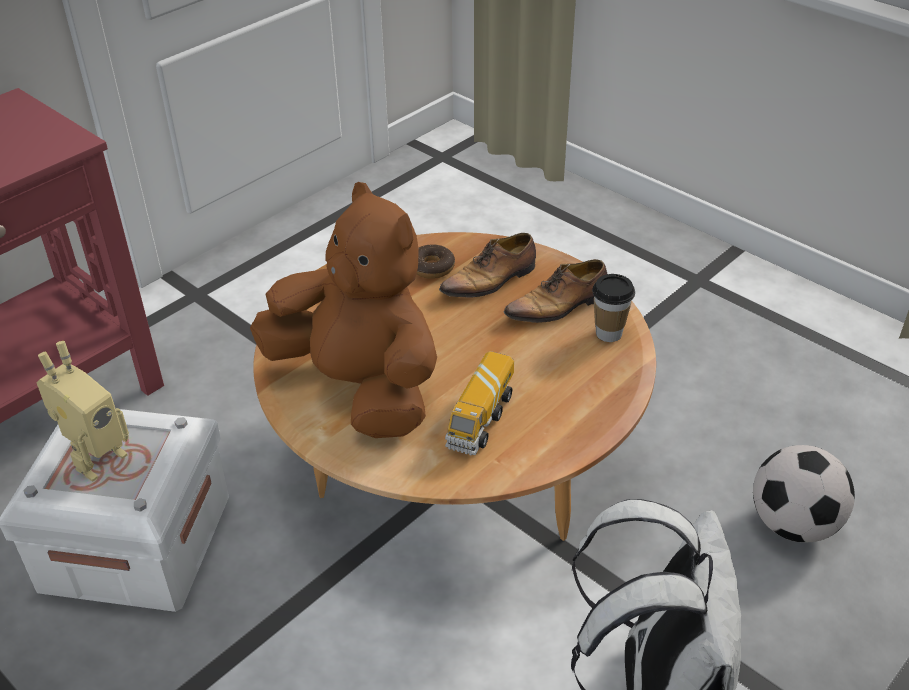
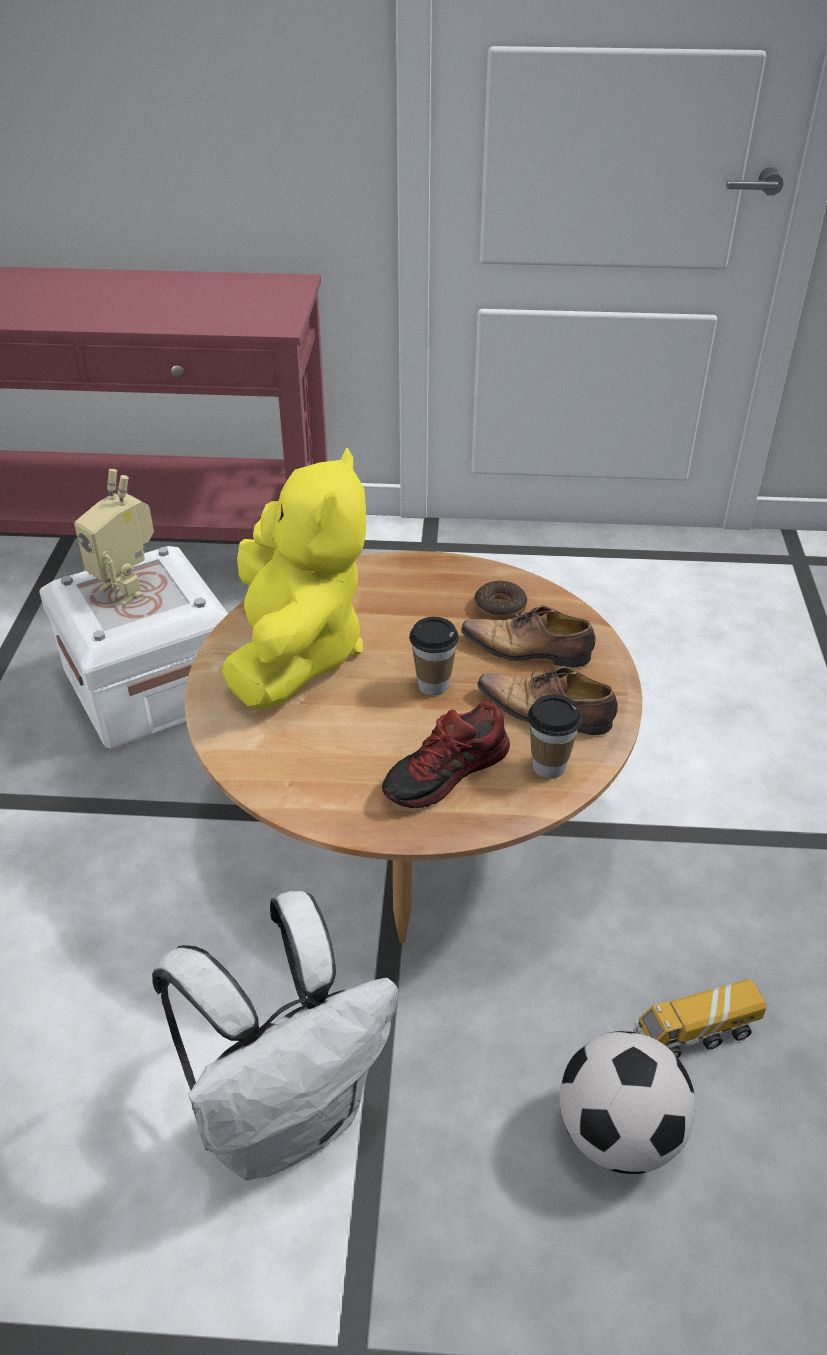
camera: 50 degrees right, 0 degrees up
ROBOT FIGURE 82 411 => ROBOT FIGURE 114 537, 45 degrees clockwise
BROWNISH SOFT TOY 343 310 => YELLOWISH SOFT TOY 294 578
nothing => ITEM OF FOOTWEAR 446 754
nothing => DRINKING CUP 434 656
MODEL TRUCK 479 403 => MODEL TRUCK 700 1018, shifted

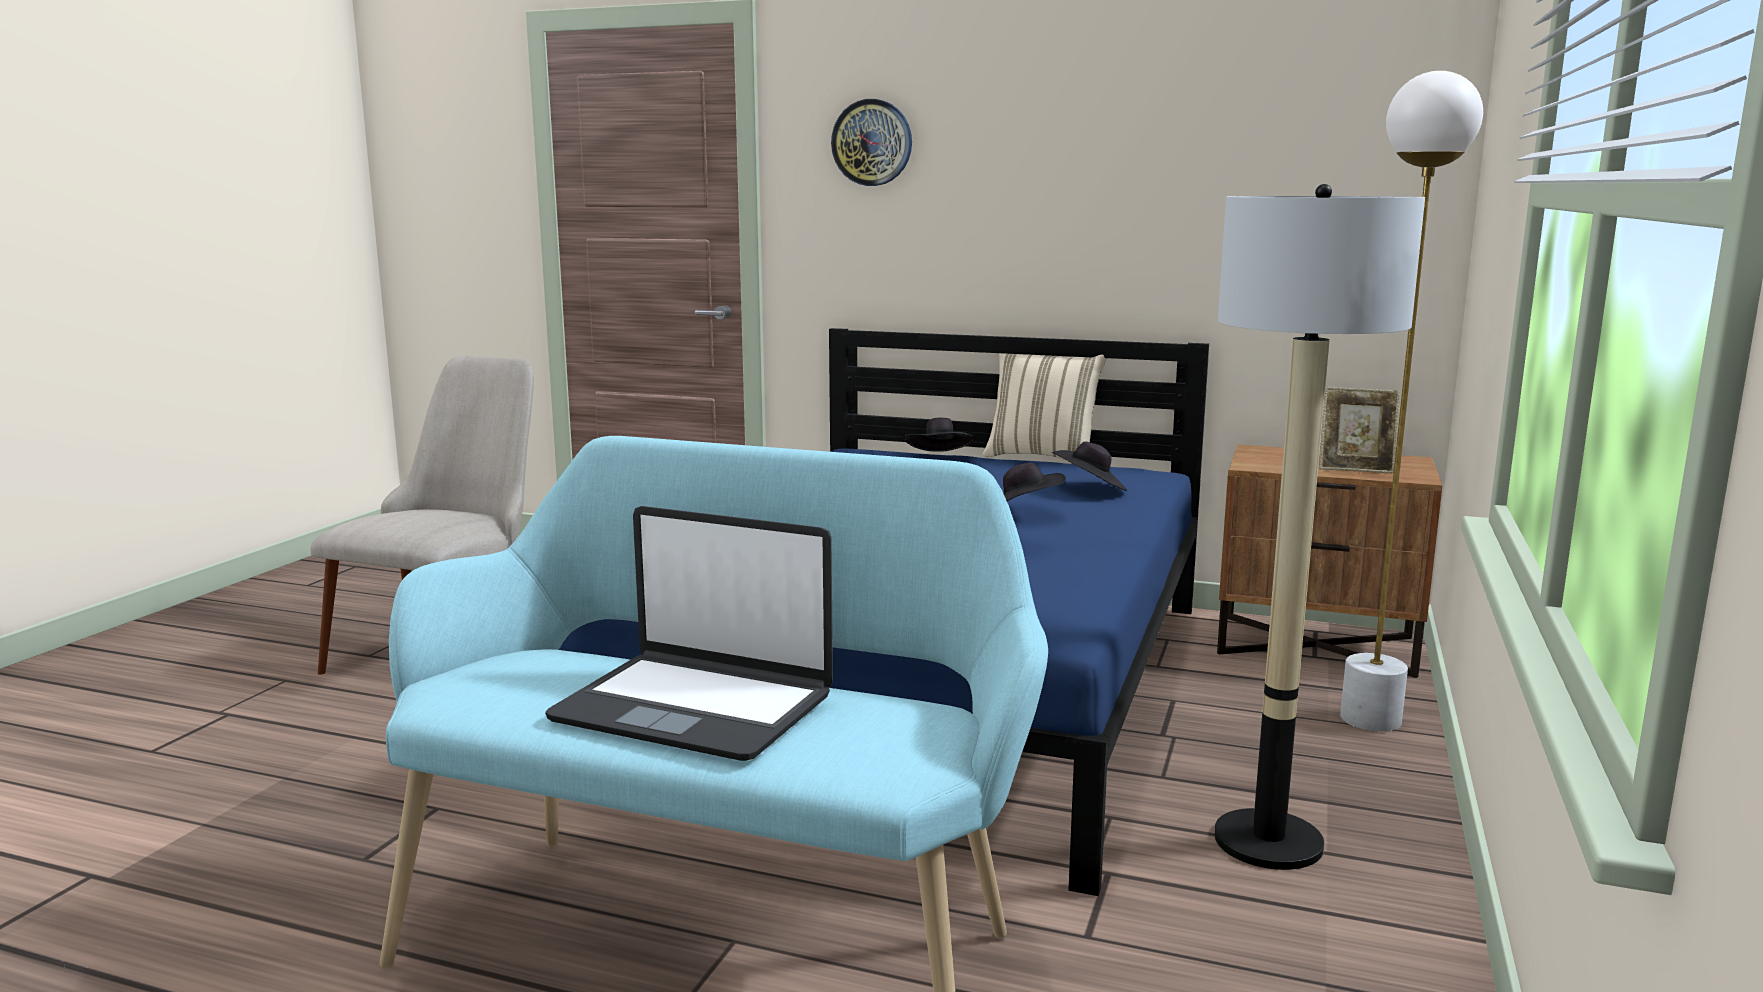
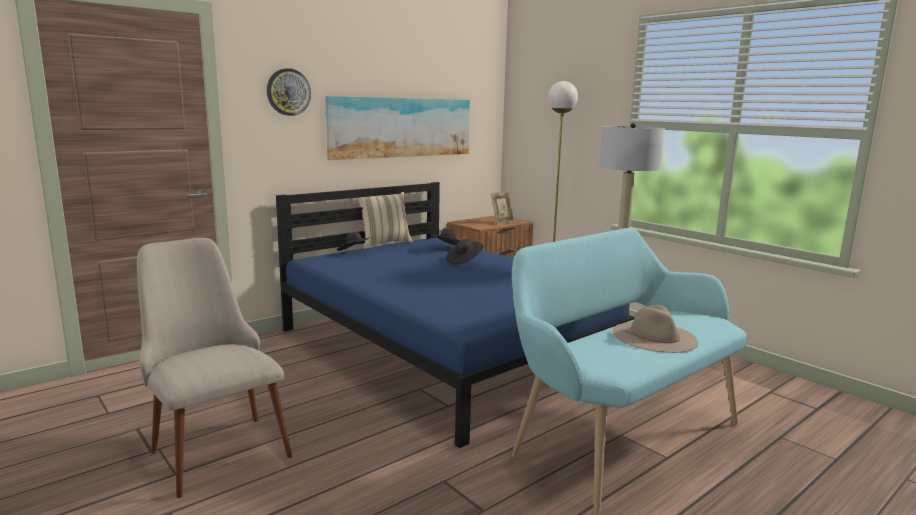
camera: 60 degrees left, 0 degrees up
nothing => WALL PICTURE 397 128
PORTABLE COMPUTER 689 633 => BEIGE-COLOURED WEARABLE HAT 655 329

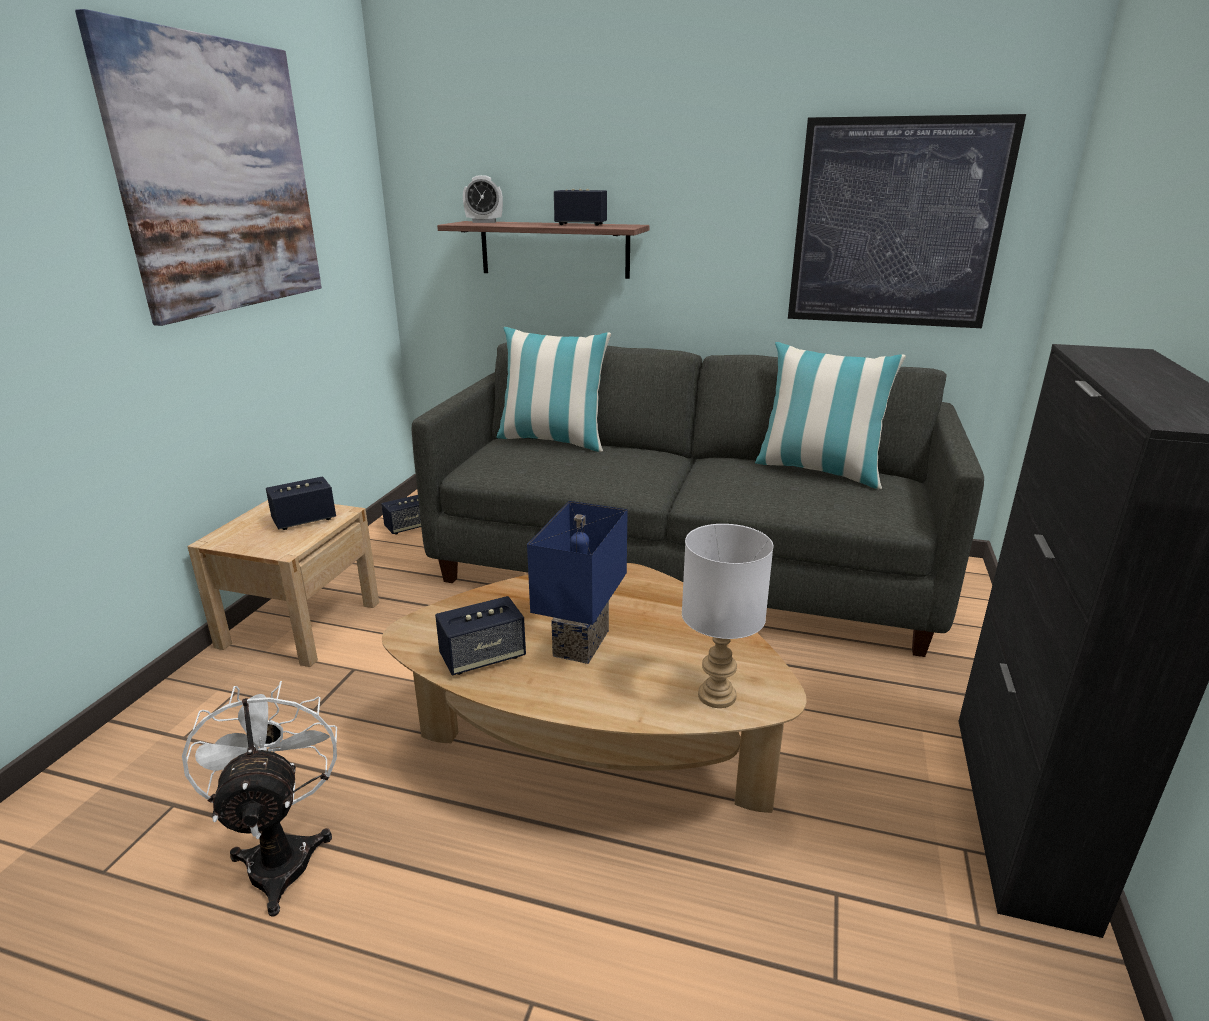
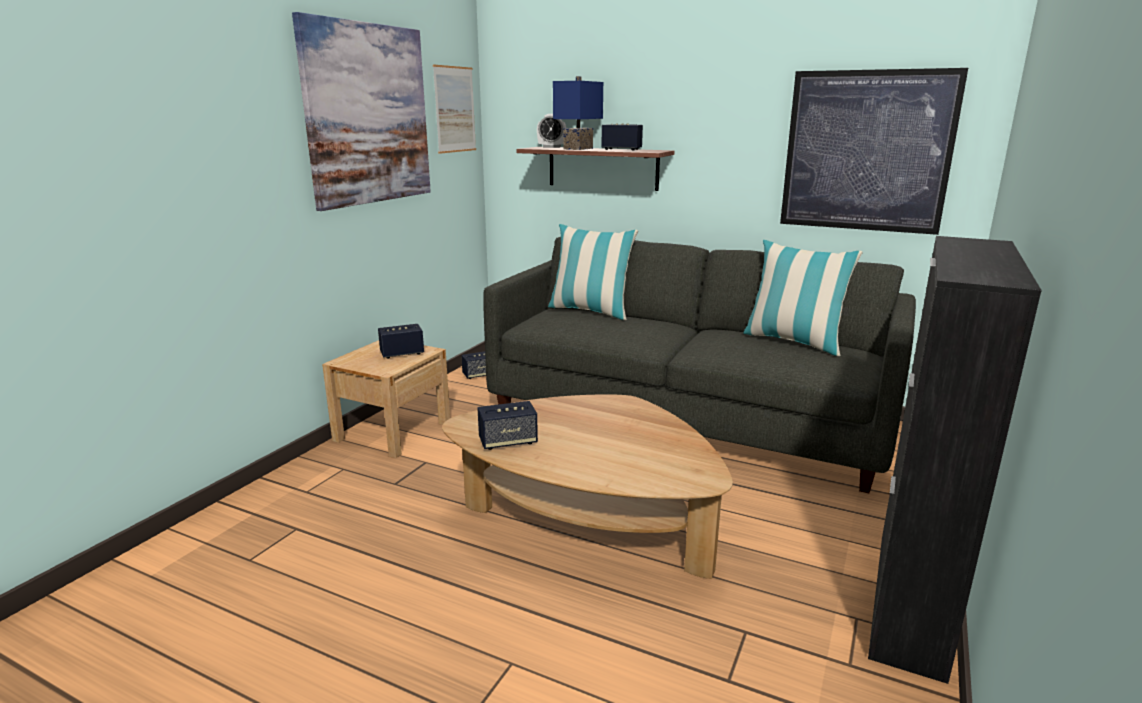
camera: 10 degrees right, 5 degrees down
nothing => WALL PICTURE 454 109
BLUE TABLETOP LAMP 577 582 => BLUE TABLETOP LAMP 578 113, shifted
WHITE COOLING FAN 259 799 => nothing
WHITE TABLETOP LAMP 727 616 => nothing

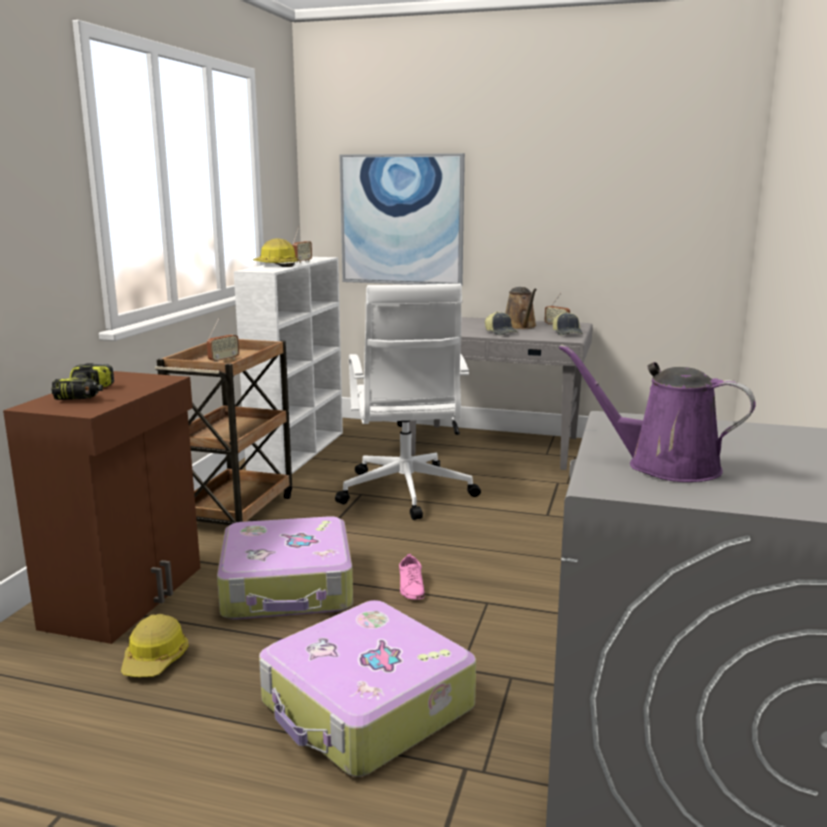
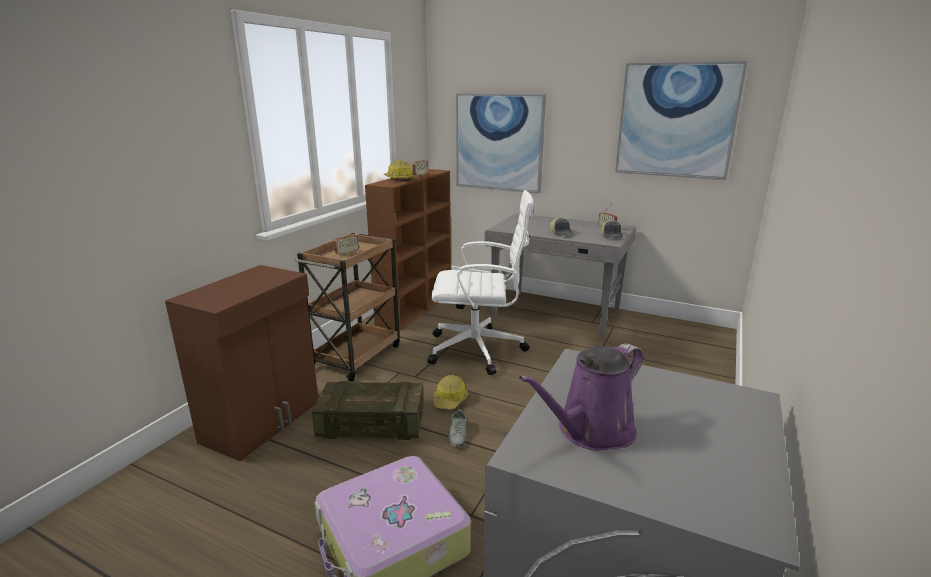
camera: 10 degrees right, 5 degrees up
TRAVEL CASE 285 568 => PACKING CRATE 368 410
WHITE SHELVING UNIT 288 366 => BROWNISH SHELVING UNIT 408 250
WHITE OFFICE CHAIR 408 401 => WHITE OFFICE CHAIR 480 282, 90 degrees counterclockwise
SAFETY HELMET 155 645 => SAFETY HELMET 451 392, shifted
PINKISH ITEM OF FOOTWEAR 412 577 => GREY ITEM OF FOOTWEAR 457 428
PURPLE WATERING POT 657 413 => PURPLE WATERING POT 581 397, 75 degrees counterclockwise
nothing => WALL PICTURE 681 120
ELECTRIC DRILL 82 381 => nothing
BROWNISH WATERING POT 521 308 => nothing

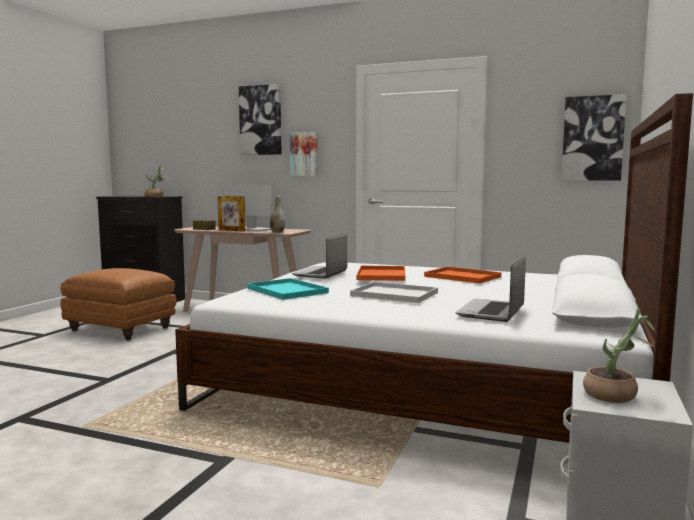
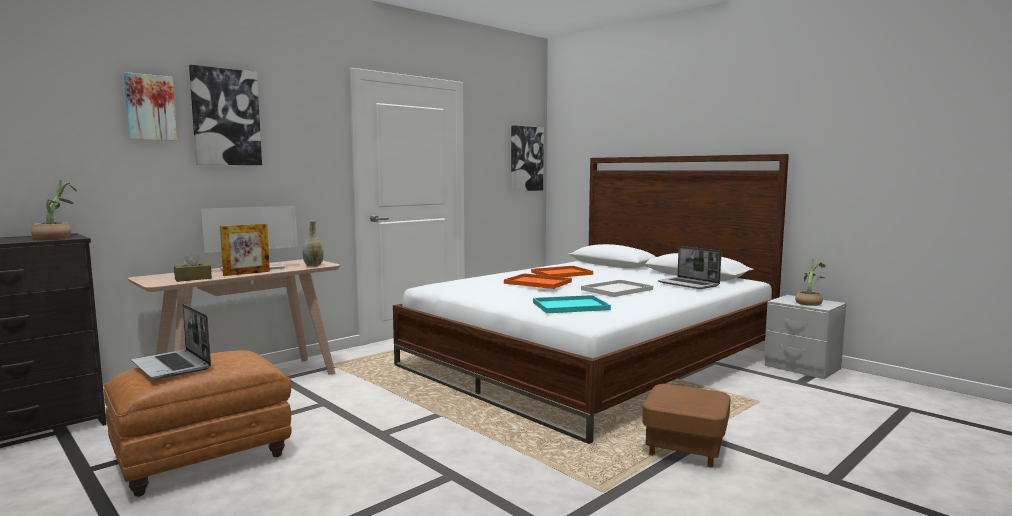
camera: 65 degrees left, 0 degrees up
WALL PICTURE 304 154 => WALL PICTURE 150 106, shifted
PORTABLE COMPUTER 319 256 => PORTABLE COMPUTER 171 341, shifted
nothing => BROWNISH OTTOMAN 686 426

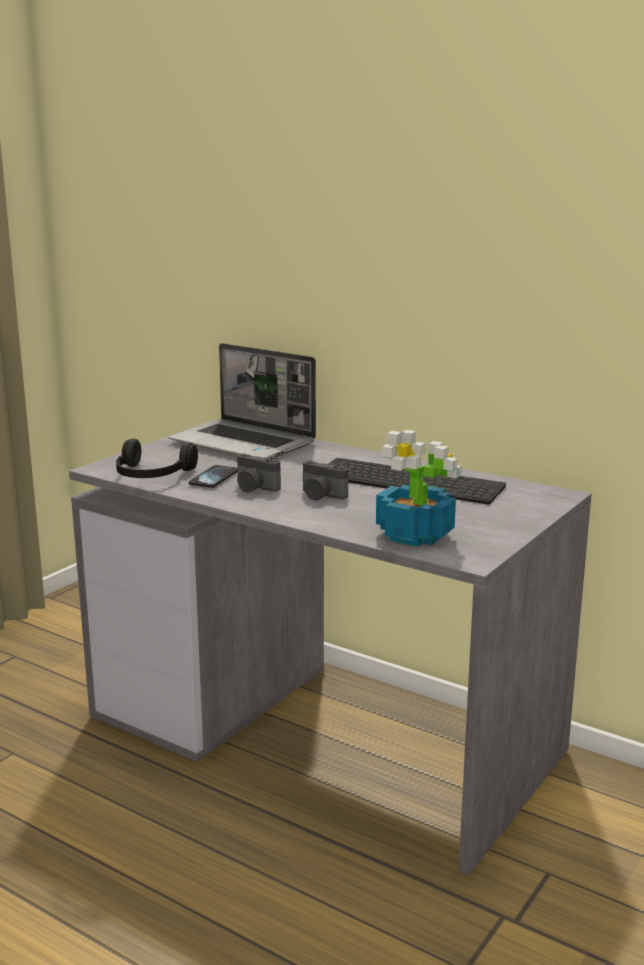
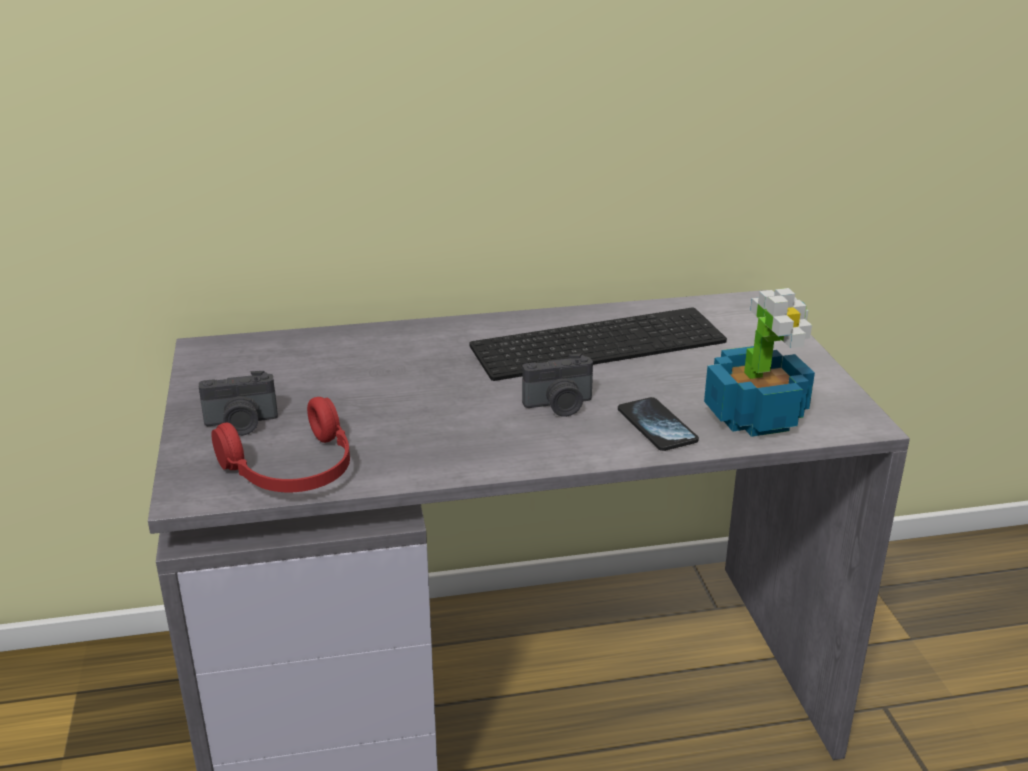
camera: 45 degrees left, 10 degrees up
PHOTO CAMERA 259 473 => PHOTO CAMERA 238 403, shifted
BLACKISH PAIR OF HEADPHONES 157 458 => RED-COLOURED PAIR OF HEADPHONES 280 444
HANDSET 213 476 => HANDSET 658 424, shifted
PORTABLE COMPUTER 242 401 => nothing

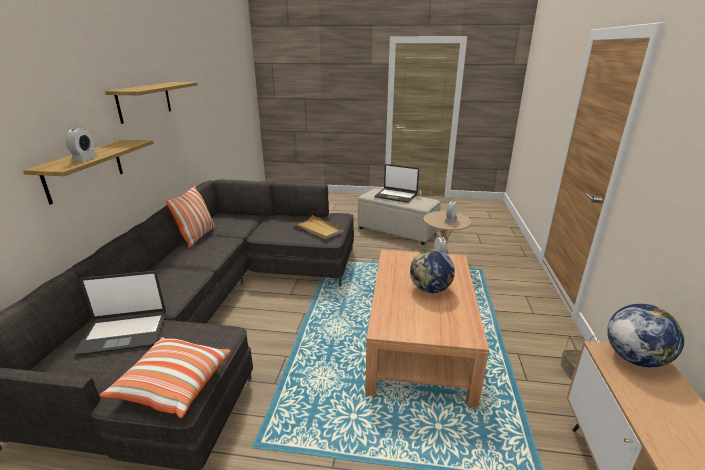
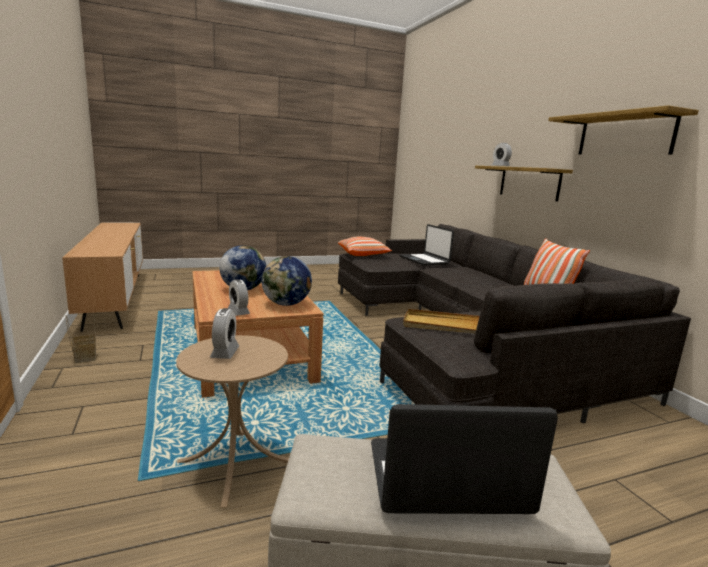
camera: 150 degrees right, 10 degrees down
WORLD GLOBE 645 335 => WORLD GLOBE 287 281, shifted
PORTABLE COMPUTER 120 313 => PORTABLE COMPUTER 427 245, 75 degrees counterclockwise

